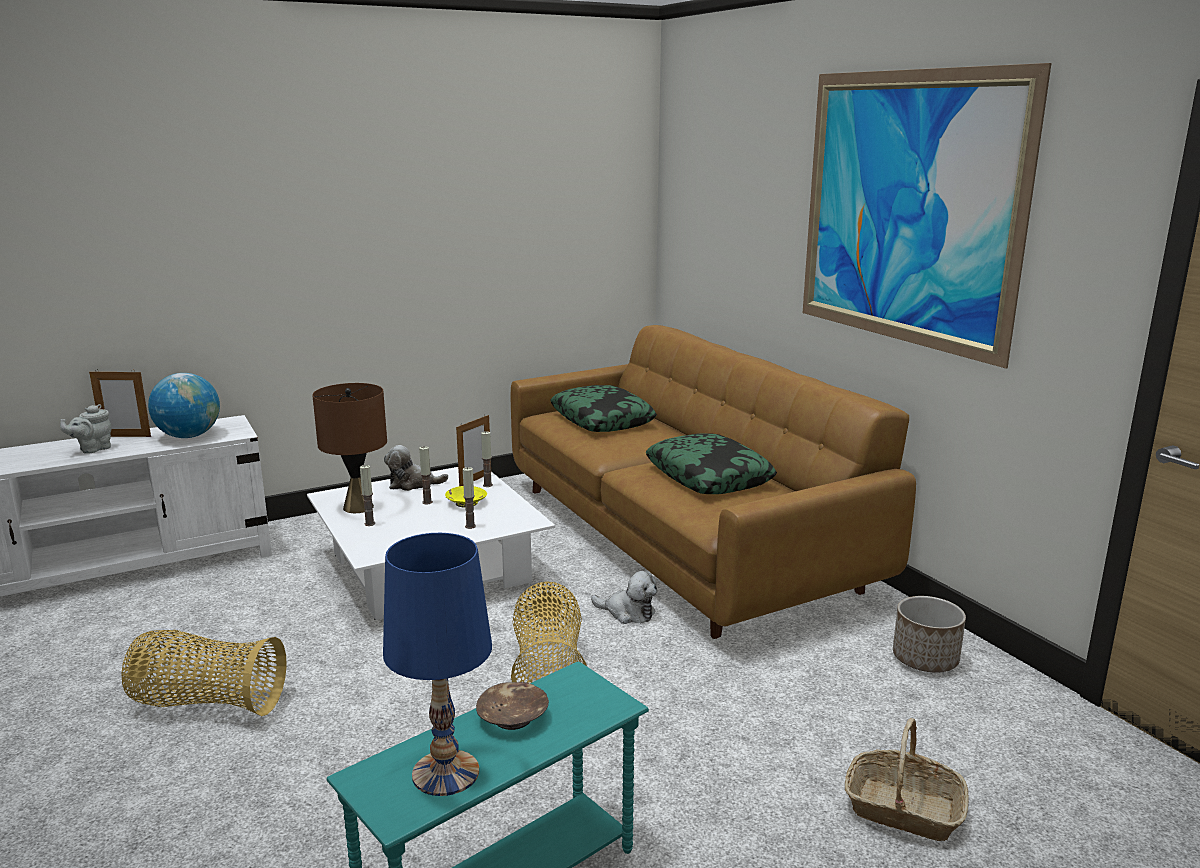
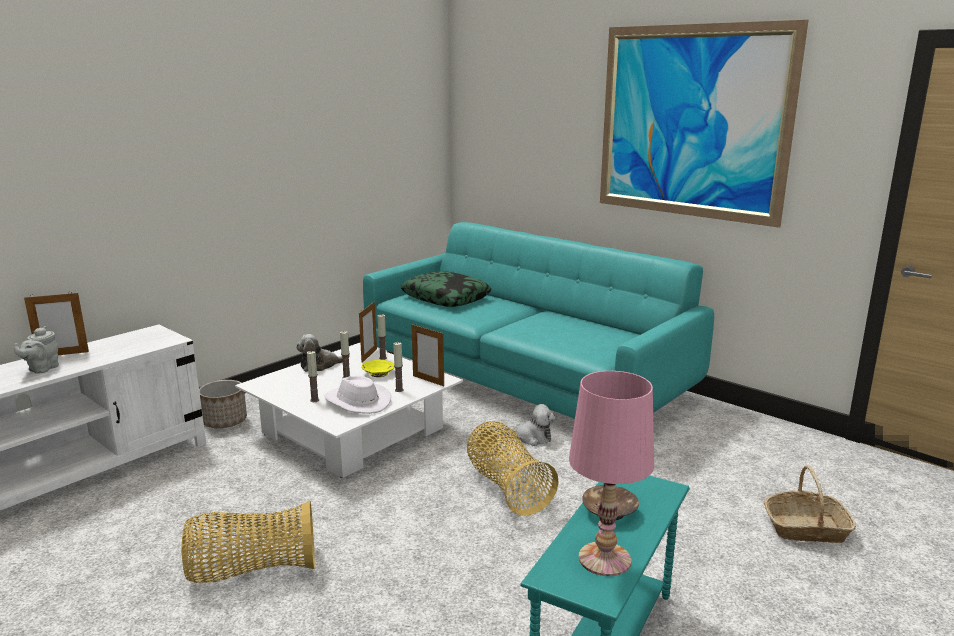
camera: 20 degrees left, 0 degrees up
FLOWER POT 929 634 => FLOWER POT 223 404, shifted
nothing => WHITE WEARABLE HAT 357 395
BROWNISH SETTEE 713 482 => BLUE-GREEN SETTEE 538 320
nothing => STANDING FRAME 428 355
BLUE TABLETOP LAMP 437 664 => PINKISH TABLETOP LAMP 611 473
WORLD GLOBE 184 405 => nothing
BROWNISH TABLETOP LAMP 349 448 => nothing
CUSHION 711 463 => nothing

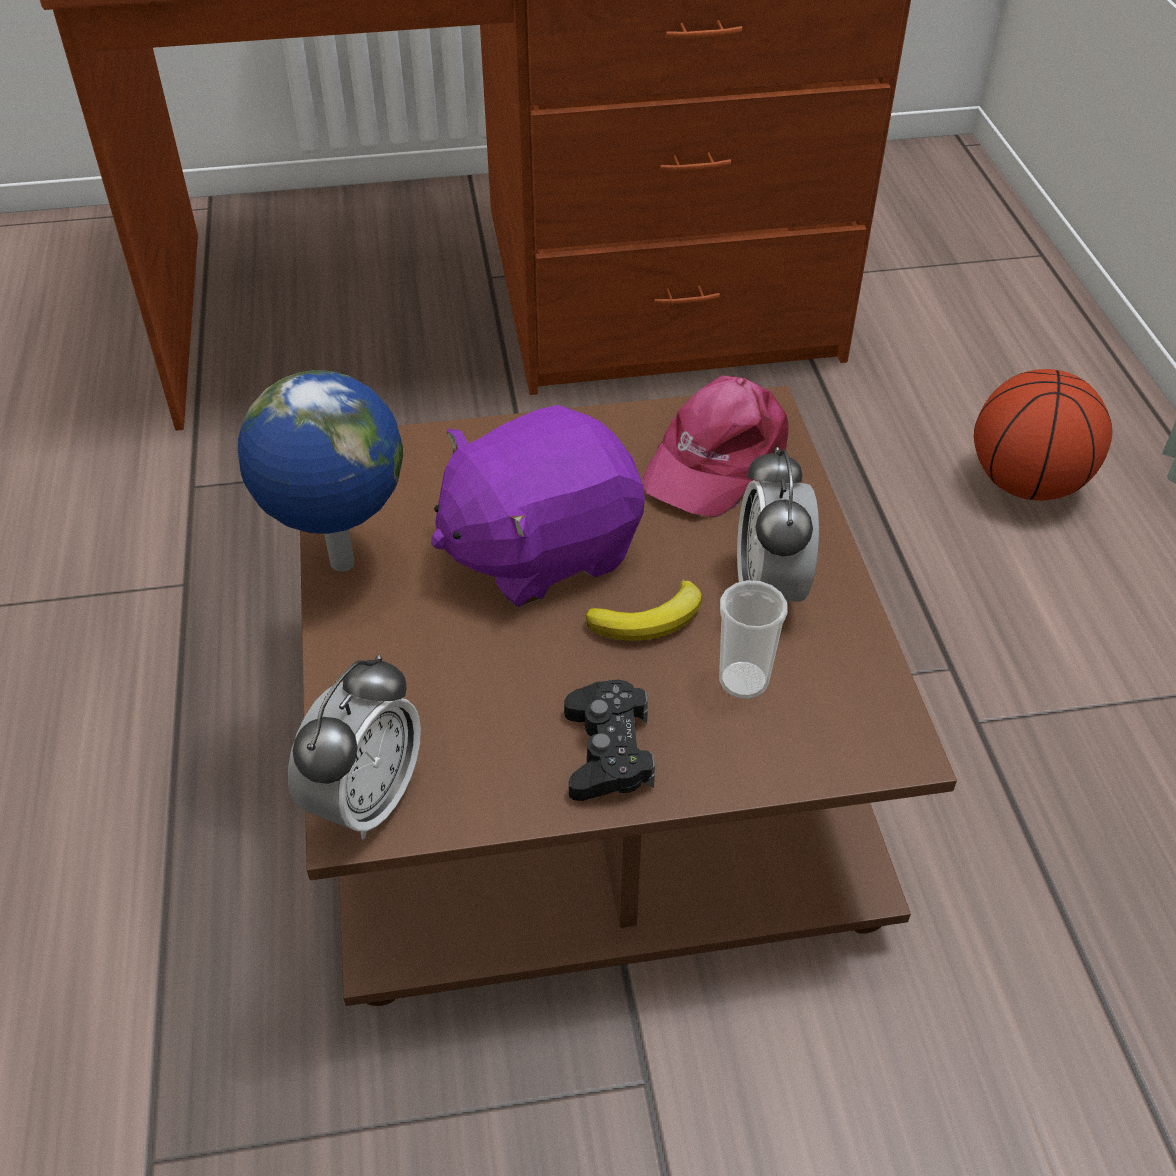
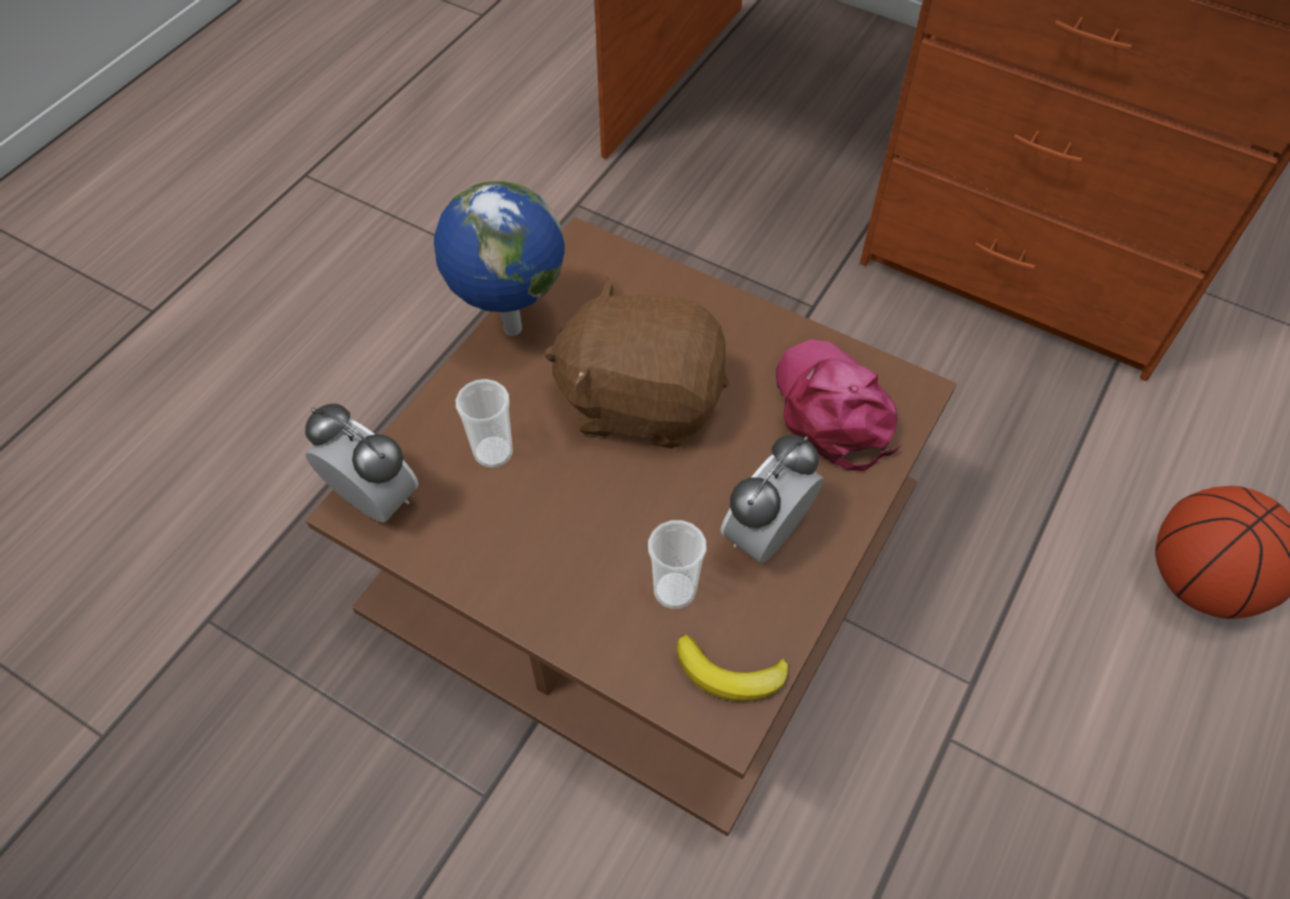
camera: 40 degrees right, 10 degrees up
ALARM CLOCK 354 747 => ALARM CLOCK 362 463, 120 degrees counterclockwise
nothing => DRINKING CUP 484 423
PURPLE SOFT TOY 538 506 => BROWNISH SOFT TOY 636 362
BANANA FRUIT 643 610 => BANANA FRUIT 732 667, shifted
PINKISH PEAKED CAP 715 446 => PINKISH PEAKED CAP 838 405, 90 degrees clockwise
BLACKISH GAME CONTROLLER 609 740 => nothing

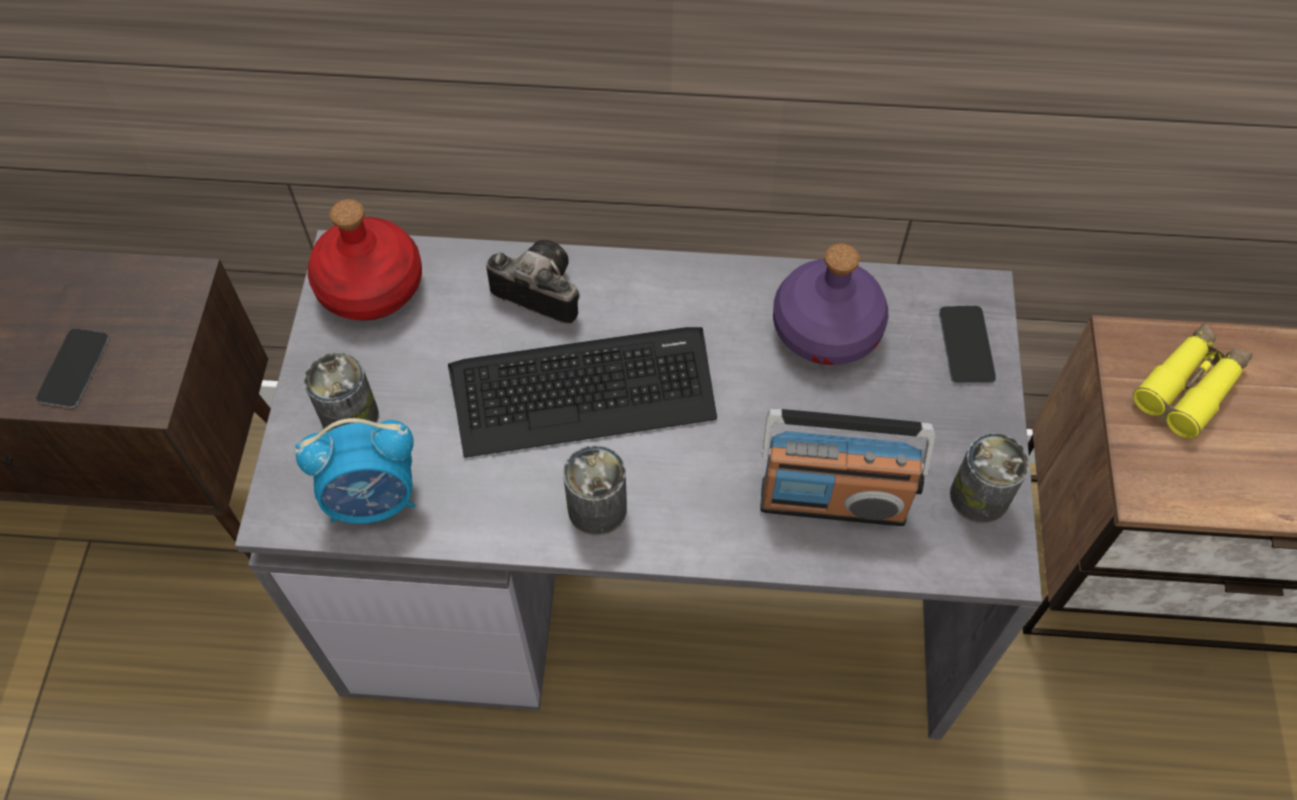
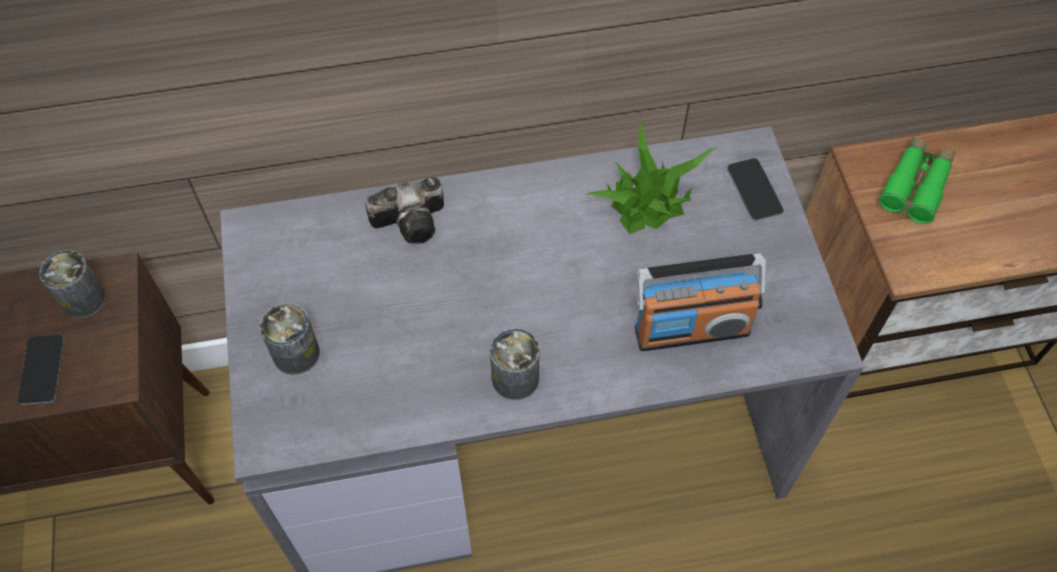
camera: 15 degrees left, 0 degrees up
SEALED CAN 990 478 => SEALED CAN 73 284, shifted
PHOTO CAMERA 533 282 => PHOTO CAMERA 404 210, 150 degrees clockwise
PURPLE BEVERAGE BOTTLE 830 304 => POTTED PLANT 651 178
YELLOWISH BINOCULARS 1192 381 => GREEN-COLOURED BINOCULARS 917 179
ALARM CLOCK 355 471 => nothing
RED-COLOURED BEVERAGE BOTTLE 365 260 => nothing
COMPUTER KEYBOARD 582 392 => nothing

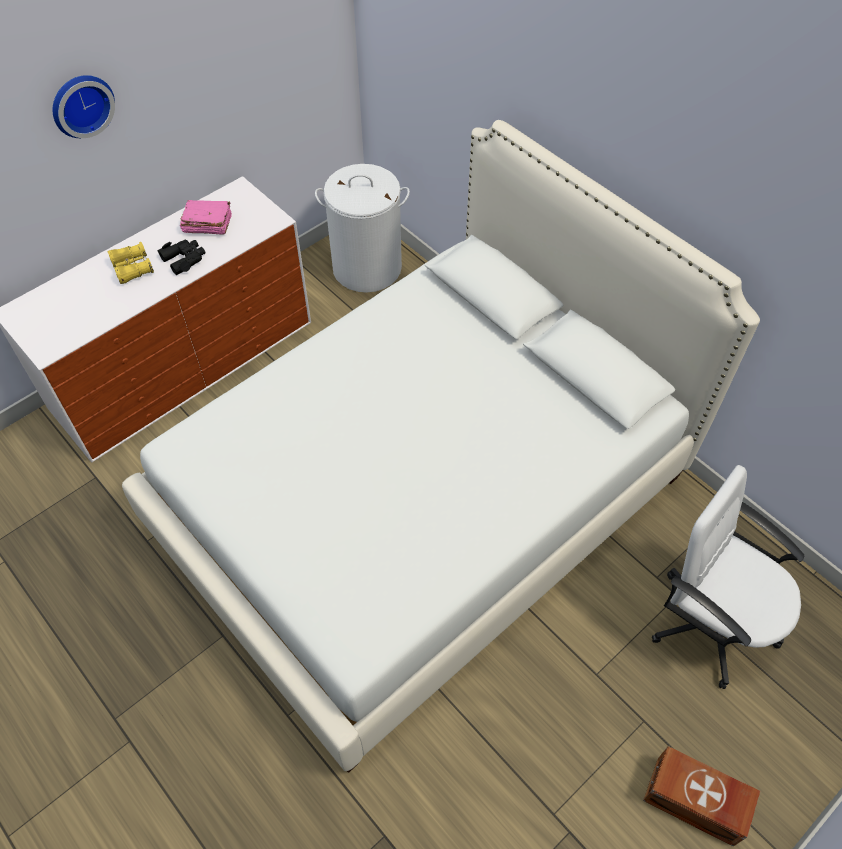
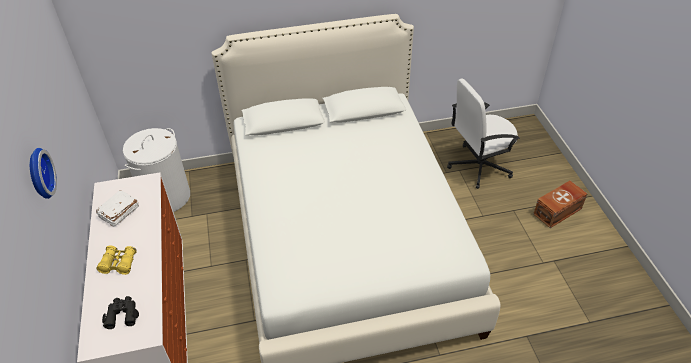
camera: 60 degrees left, 10 degrees down
PINKISH VOLUME 206 217 => WHITE VOLUME 117 208
BLACKISH BINOCULARS 181 257 => BLACKISH BINOCULARS 120 312, shifted

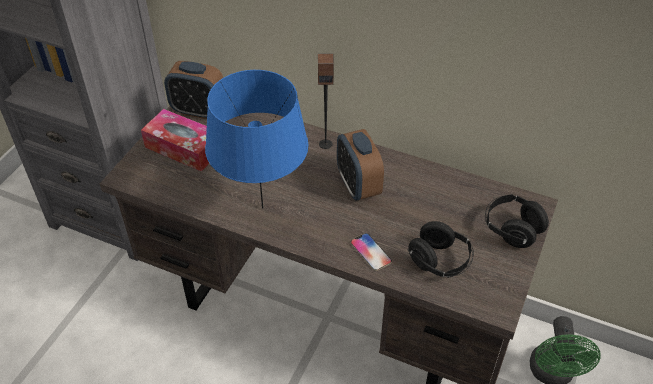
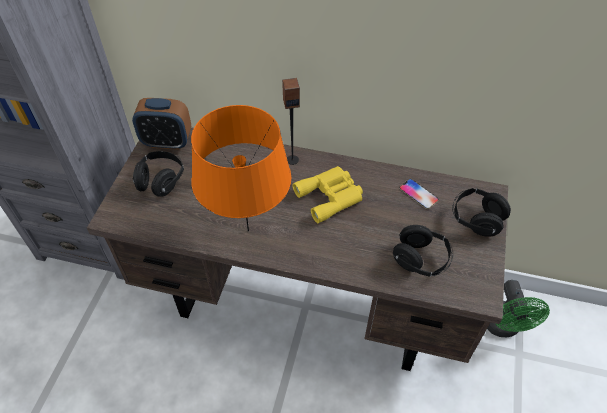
camera: 10 degrees left, 5 degrees up
TISSUE HOLDER 175 140 => BLACKISH PAIR OF HEADPHONES 158 174
BLUE TABLETOP LAMP 257 139 => ORANGEY TABLETOP LAMP 241 168
ALARM CLOCK 360 165 => YELLOWISH BINOCULARS 327 194
HANDSET 371 252 => HANDSET 419 194, shifted

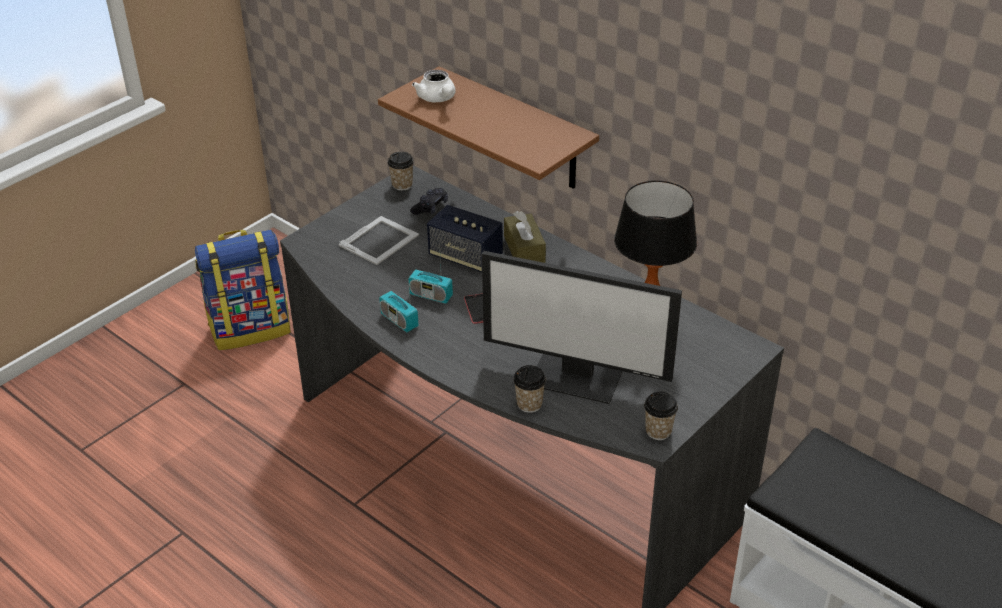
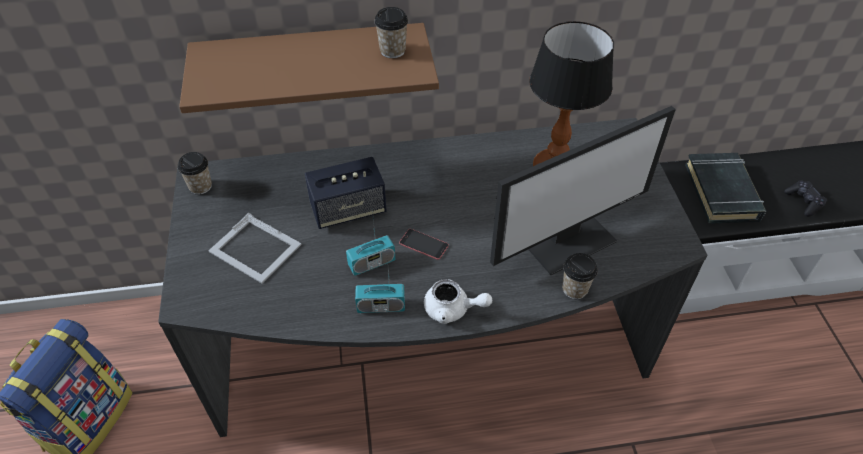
camera: 50 degrees left, 10 degrees up
STANDING FRAME 379 240 => STANDING FRAME 255 247, 135 degrees clockwise
DRINKING CUP 661 416 => DRINKING CUP 391 32, shifted
WHITE POT FOR TEA 434 86 => WHITE POT FOR TEA 458 301, shifted
nothing => BLACKISH VOLUME 725 188
BLACKISH GAME CONTROLLER 429 201 => BLACKISH GAME CONTROLLER 805 199, shifted
BROWNISH TISSUE HOLDER 525 237 => nothing

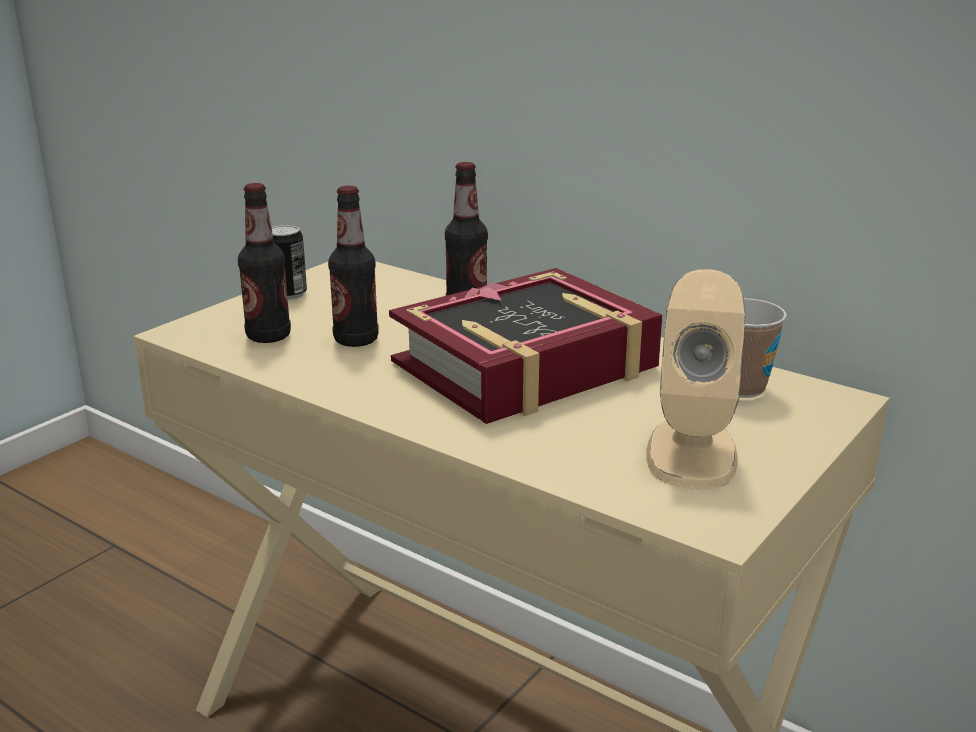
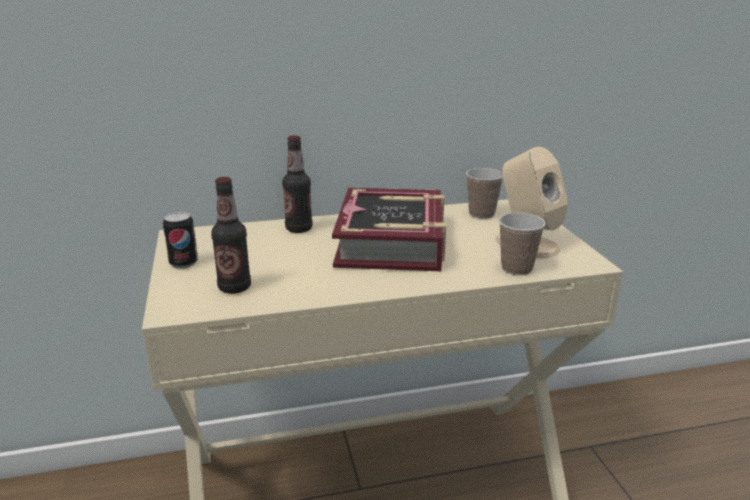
camera: 50 degrees left, 0 degrees up
nothing => DRINKING CUP 522 244
BEVERAGE BOTTLE 353 266 => nothing

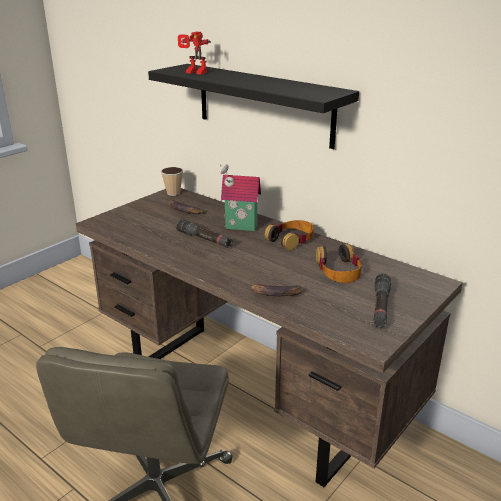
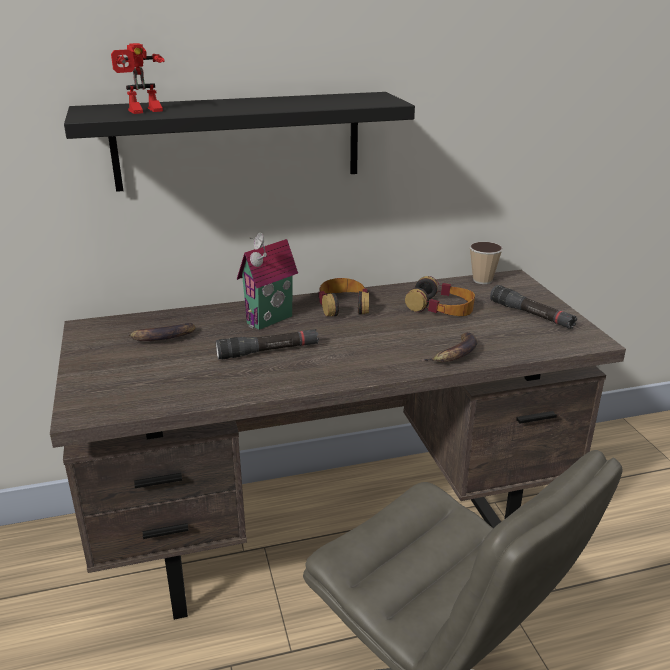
camera: 55 degrees left, 0 degrees up
DRINKING CUP 172 181 => DRINKING CUP 486 263, shifted

